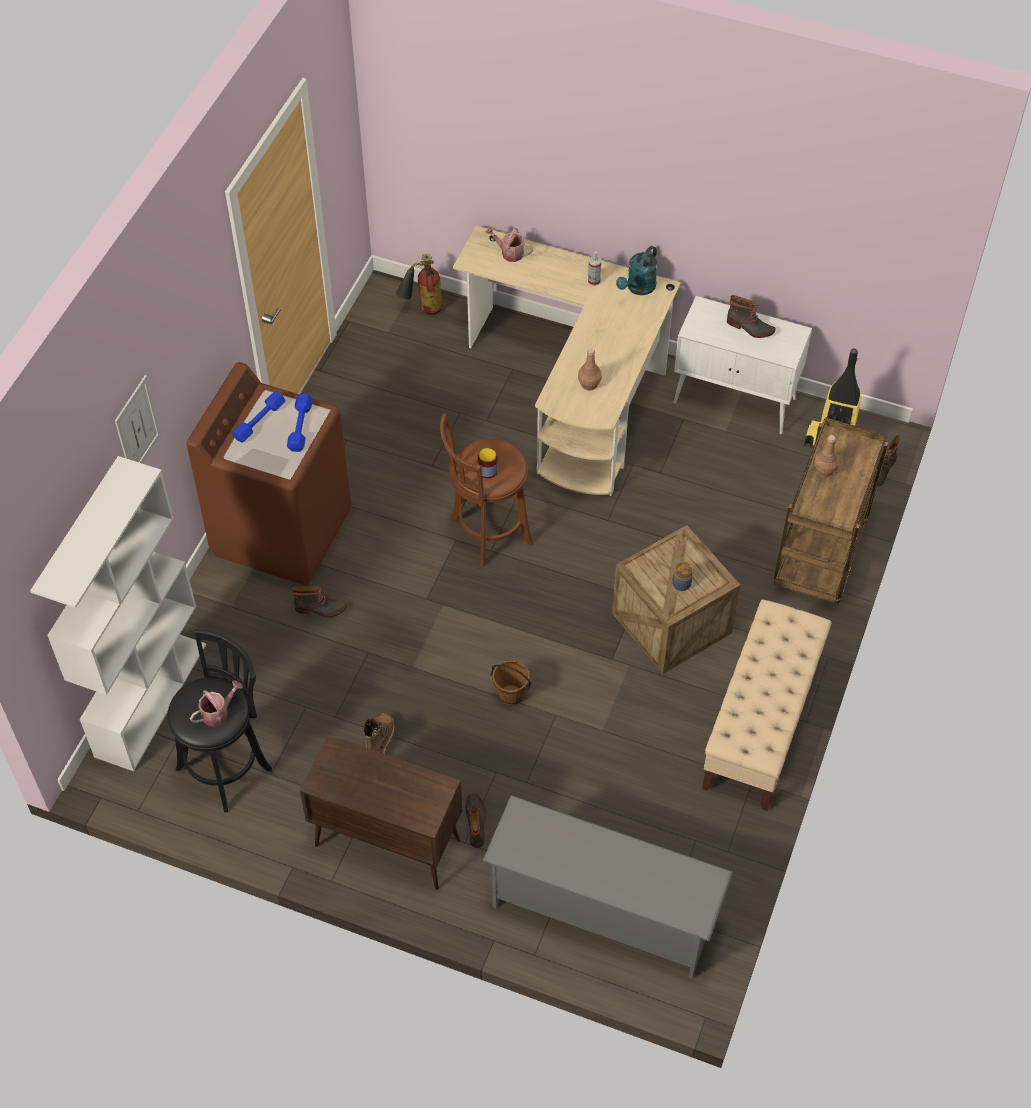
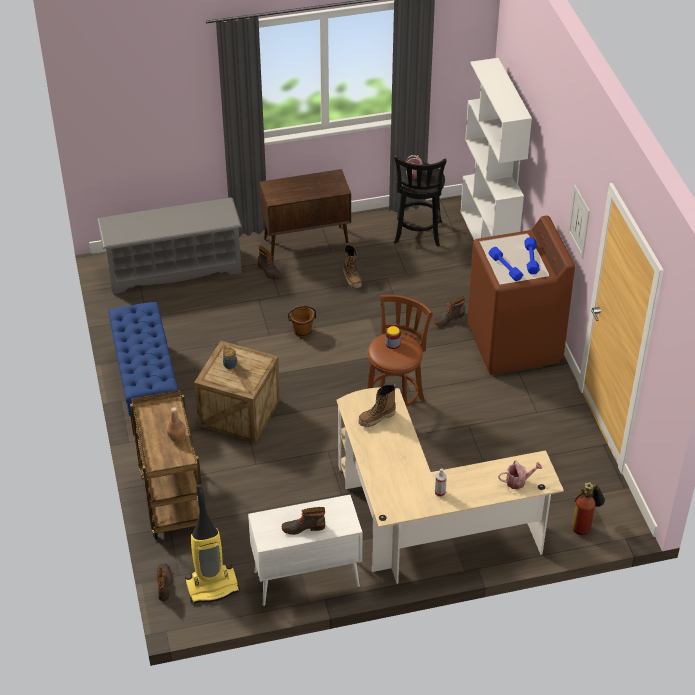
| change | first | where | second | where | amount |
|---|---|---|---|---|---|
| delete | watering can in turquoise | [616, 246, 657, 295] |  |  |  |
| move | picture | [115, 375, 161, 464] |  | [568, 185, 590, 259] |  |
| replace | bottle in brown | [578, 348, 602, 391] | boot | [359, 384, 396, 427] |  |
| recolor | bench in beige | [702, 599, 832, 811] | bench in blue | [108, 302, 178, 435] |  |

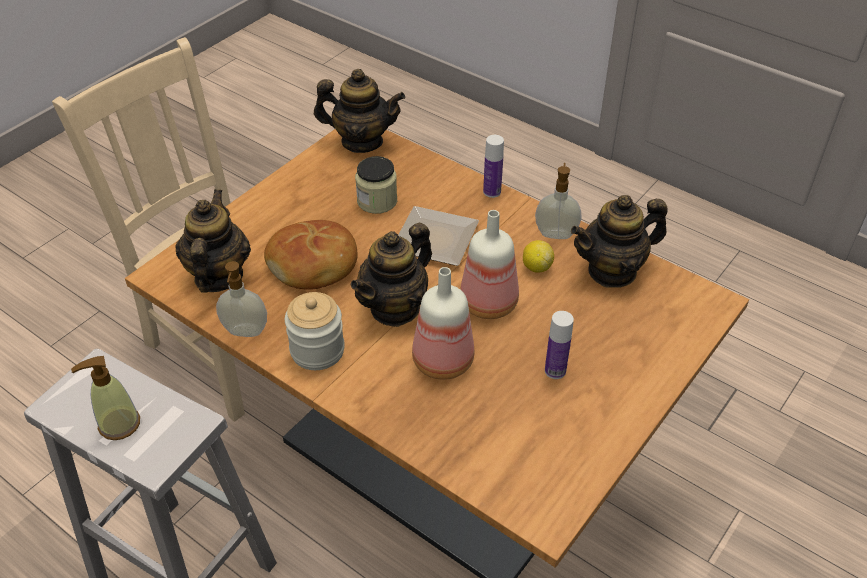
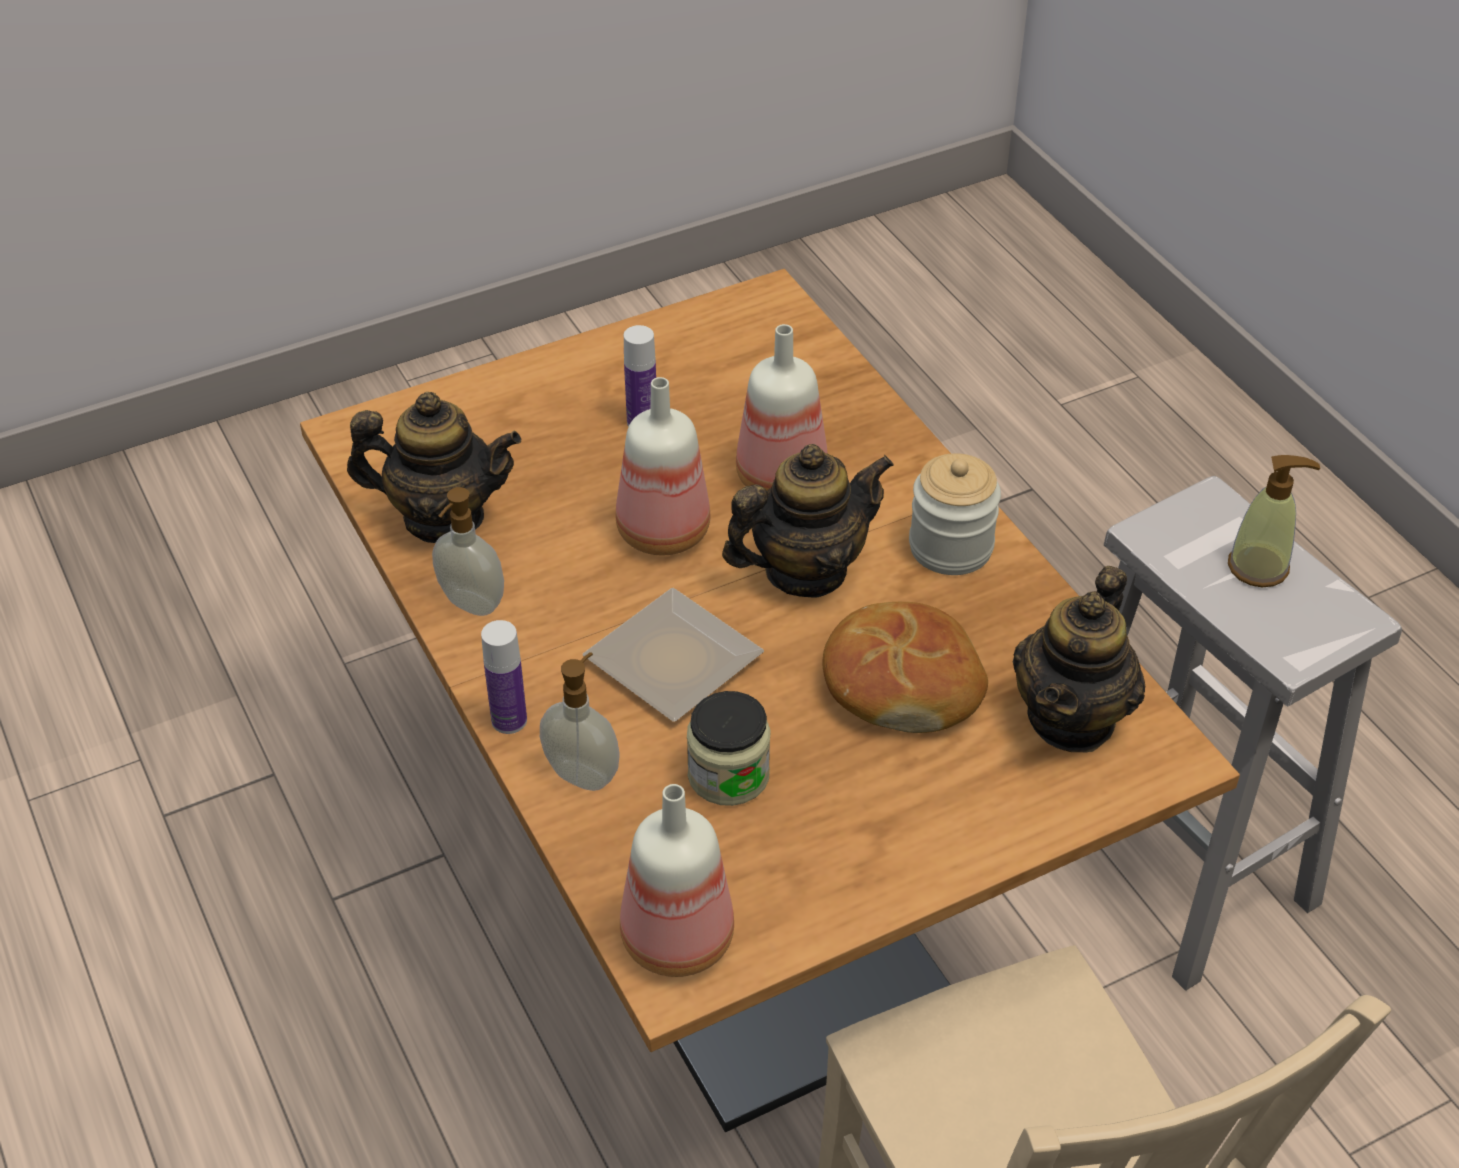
| change | first | where | second | where | amount |
|---|---|---|---|---|---|
| delete | lemon | [523, 240, 554, 273] |  |  |  |
| move | soap dispenser | [216, 261, 267, 337] |  | [540, 652, 620, 791] |  |
| replace | teapot | [314, 69, 405, 153] | bottle | [620, 784, 734, 977] |  |

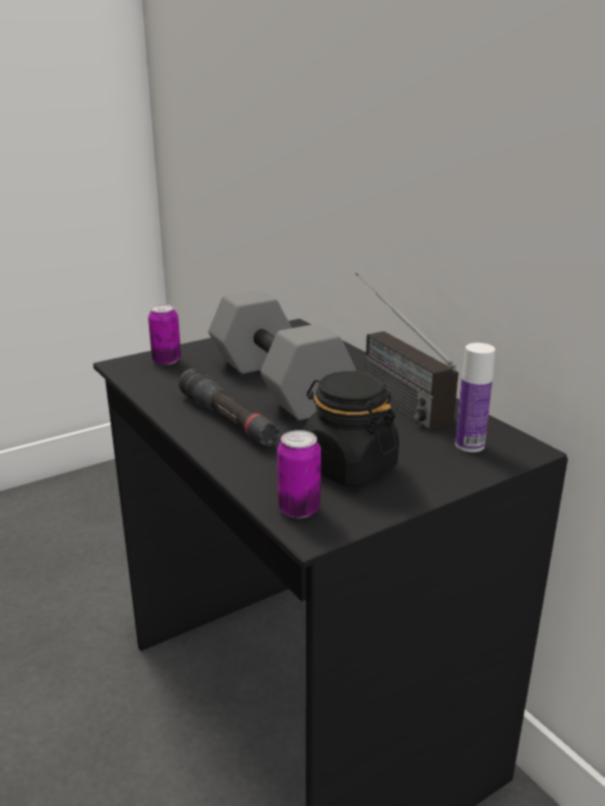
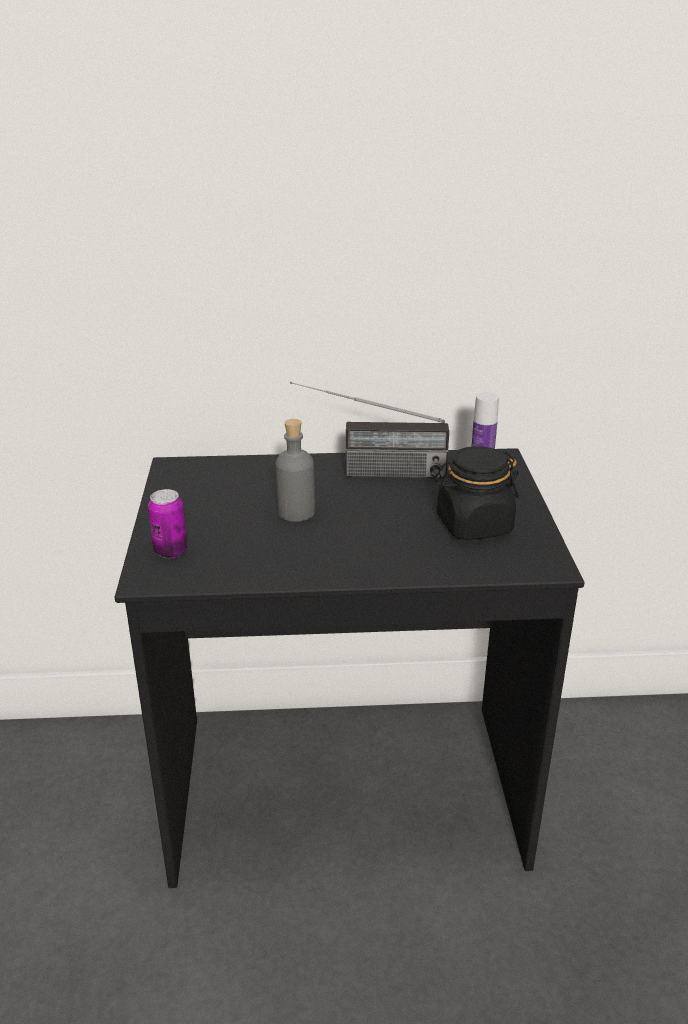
| change | first | where | second | where | amount |
|---|---|---|---|---|---|
| delete | flashlight in black | [178, 369, 280, 446] |  |  |  |
| delete | can | [277, 430, 321, 518] |  |  |  |
| replace | dumbbell in grey | [208, 290, 356, 420] | bottle in grey | [276, 419, 315, 522] |  |

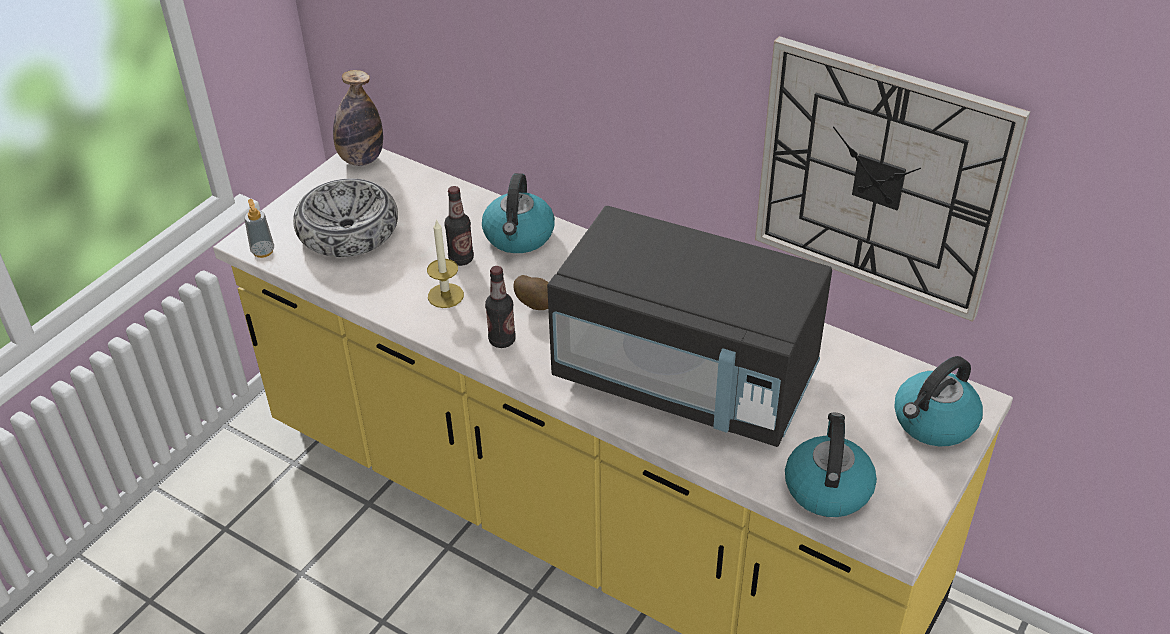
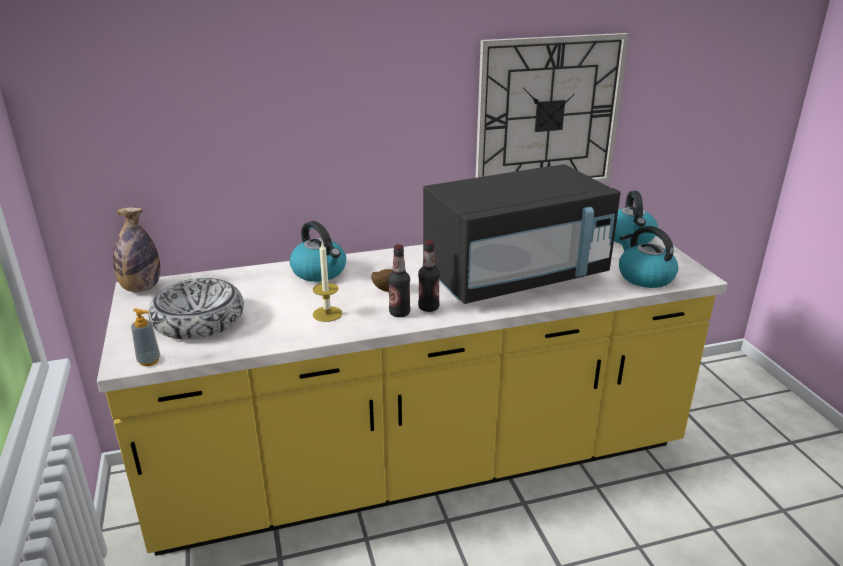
| change | first | where | second | where | amount |
|---|---|---|---|---|---|
| move | bottle | [444, 186, 474, 266] |  | [418, 240, 440, 312] |  |

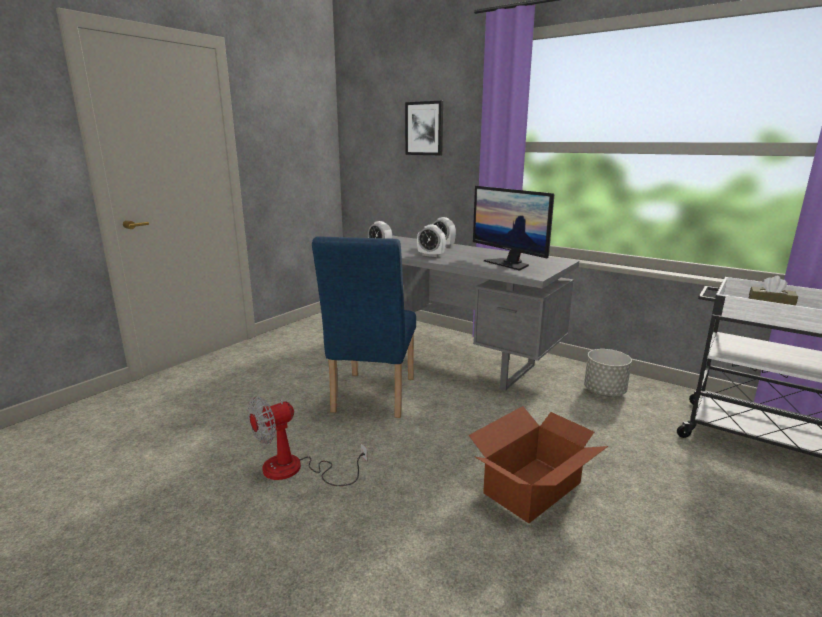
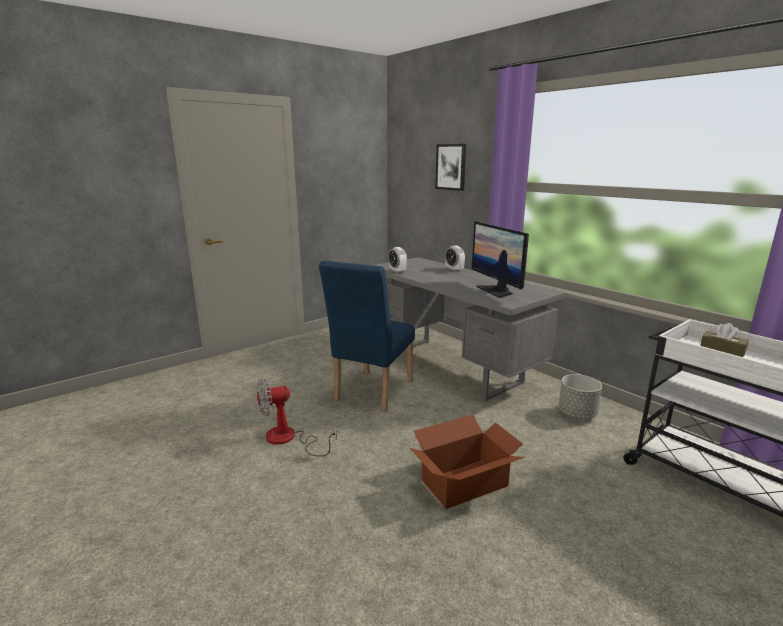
| change | first | where | second | where | amount |
|---|---|---|---|---|---|
| delete | alarm clock | [417, 225, 446, 257] |  |  |  |

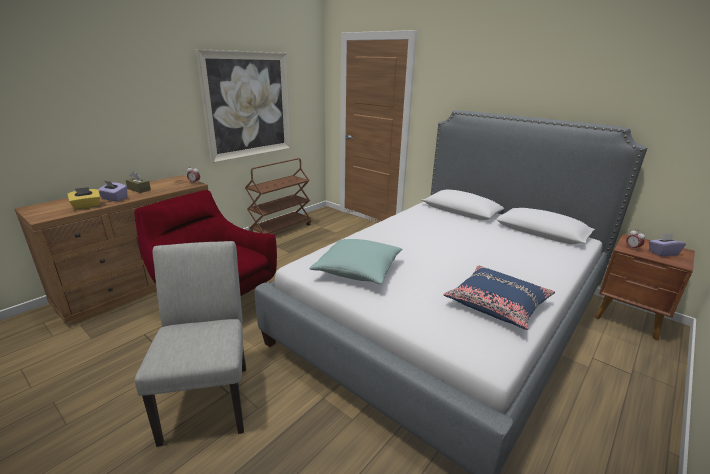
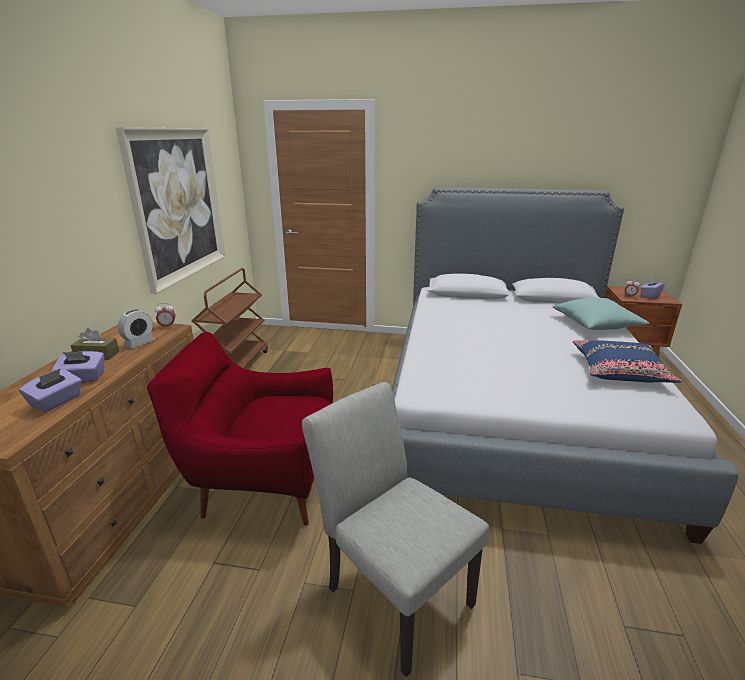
| change | first | where | second | where | amount |
|---|---|---|---|---|---|
| insert |  |  | alarm clock | [118, 309, 155, 348] |  |
| move | pillow in turquoise | [310, 239, 403, 284] |  | [552, 298, 649, 330] |  |
| recolor | tissue box in yellow | [67, 187, 100, 210] | tissue box in purple | [19, 369, 82, 412] |  |

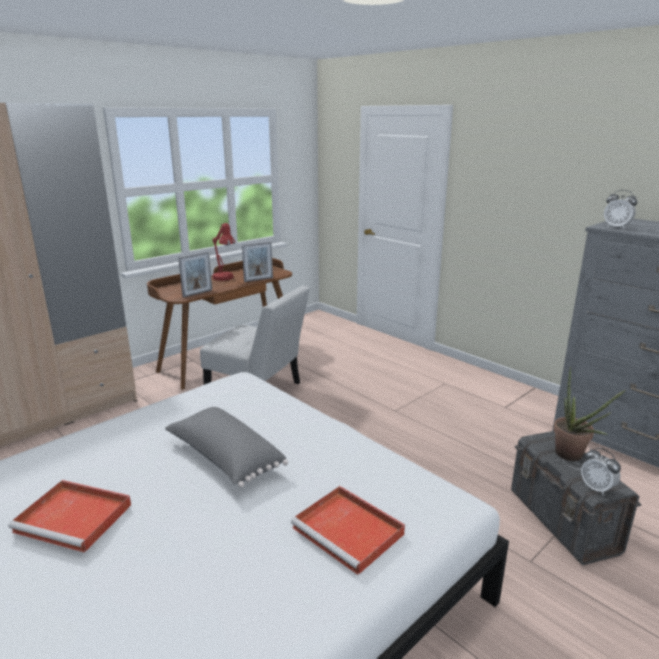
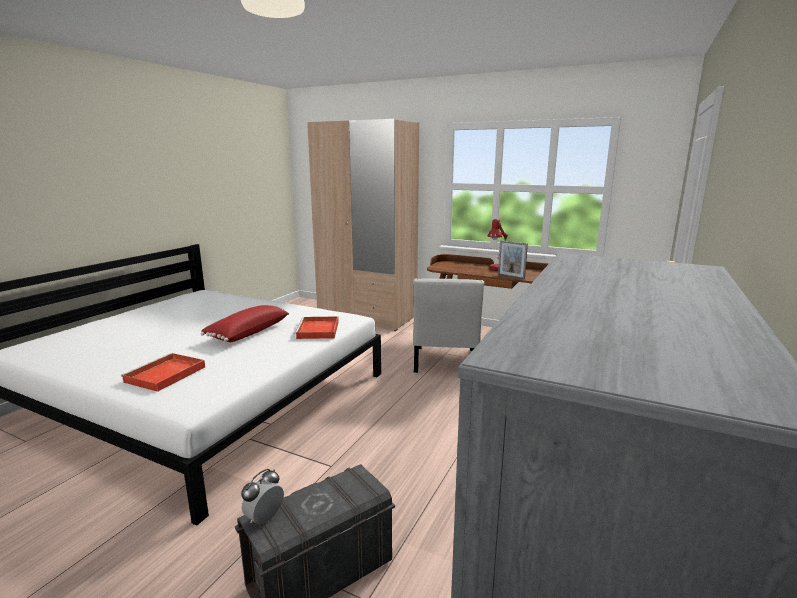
| change | first | where | second | where | amount |
|---|---|---|---|---|---|
| delete | picture frame | [178, 252, 212, 298] |  |  |  |
| delete | potted plant | [553, 367, 626, 461] |  |  |  |
| delete | alarm clock | [604, 190, 637, 229] |  |  |  |
| move | tray in red | [8, 480, 131, 553] |  | [294, 316, 339, 339] |  |
| recolor | pillow in grey | [165, 407, 288, 488] | pillow in red | [200, 305, 289, 342] |  |

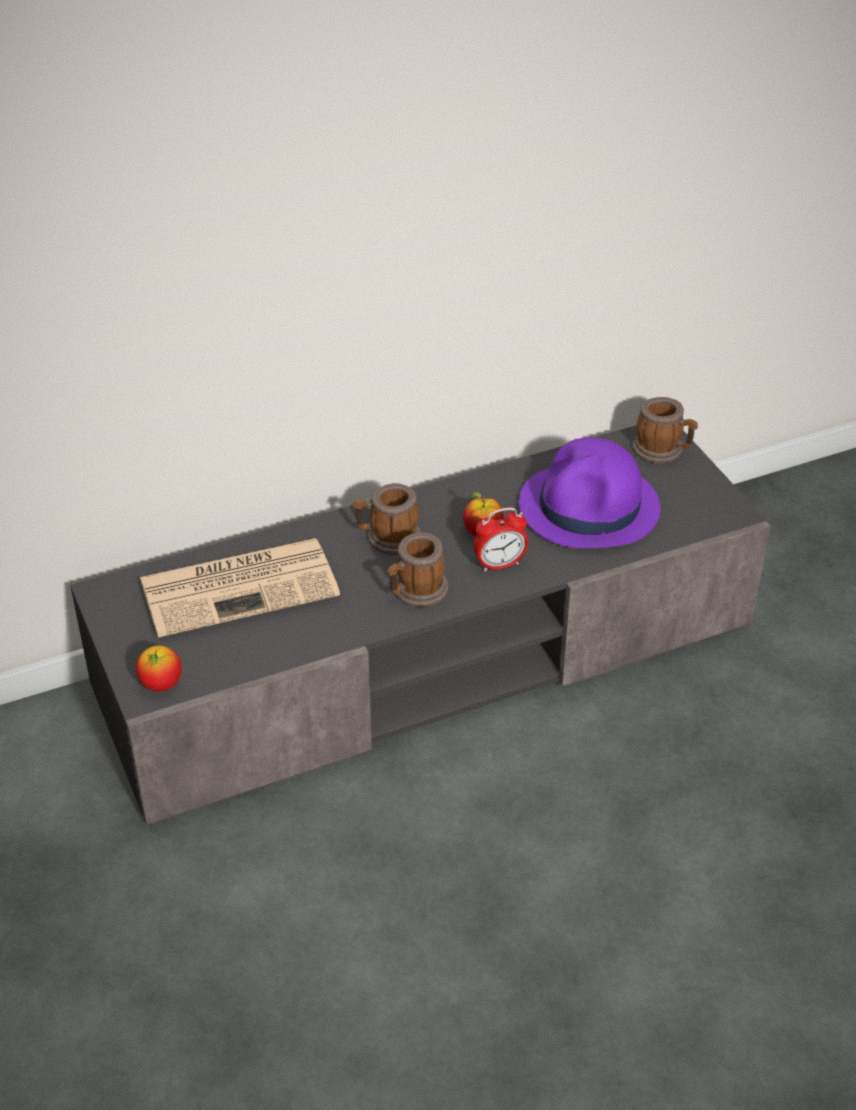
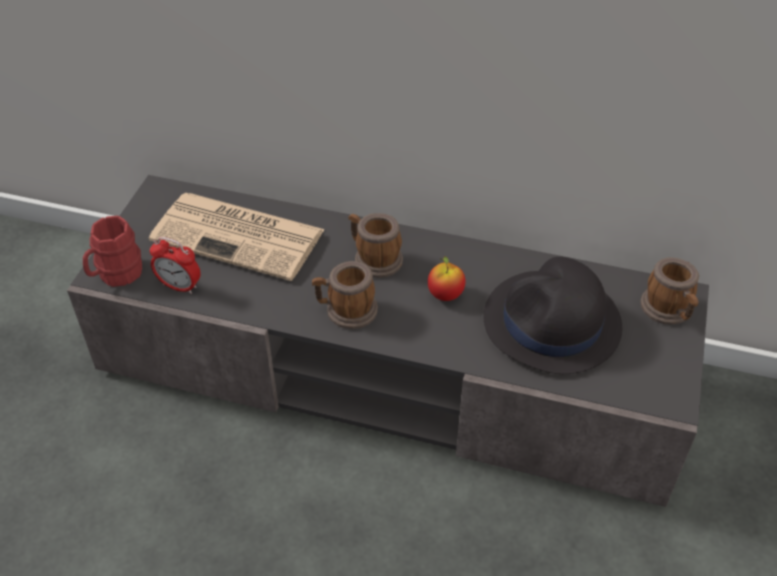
| change | first | where | second | where | amount |
|---|---|---|---|---|---|
| move | alarm clock | [473, 508, 529, 572] |  | [150, 237, 201, 294] |  |
| replace | apple | [136, 645, 182, 692] | mug in red | [83, 216, 142, 287] |  |
| recolor | hat in purple | [519, 437, 660, 548] | hat in black | [484, 257, 622, 374] |  |

